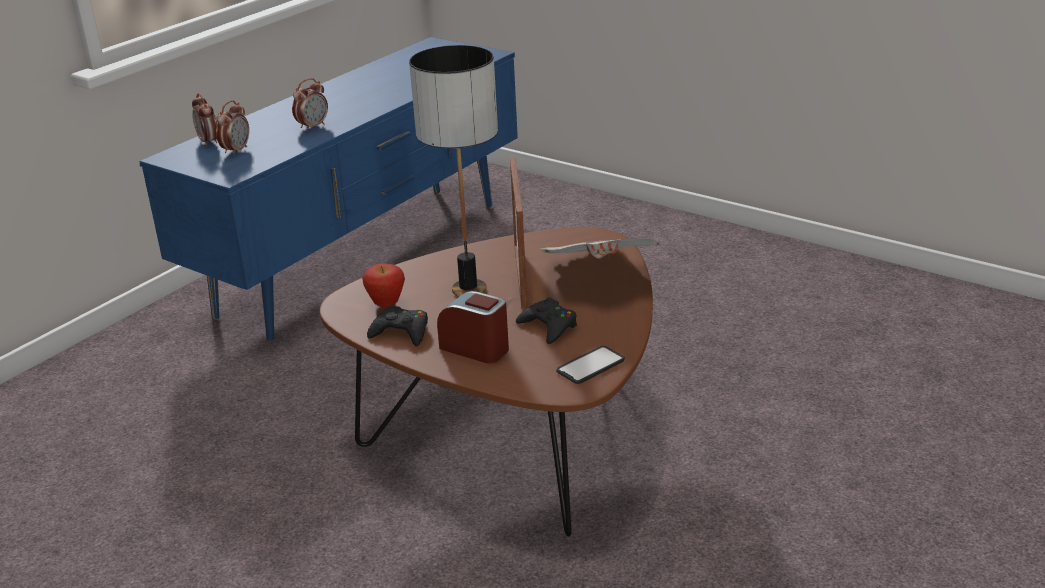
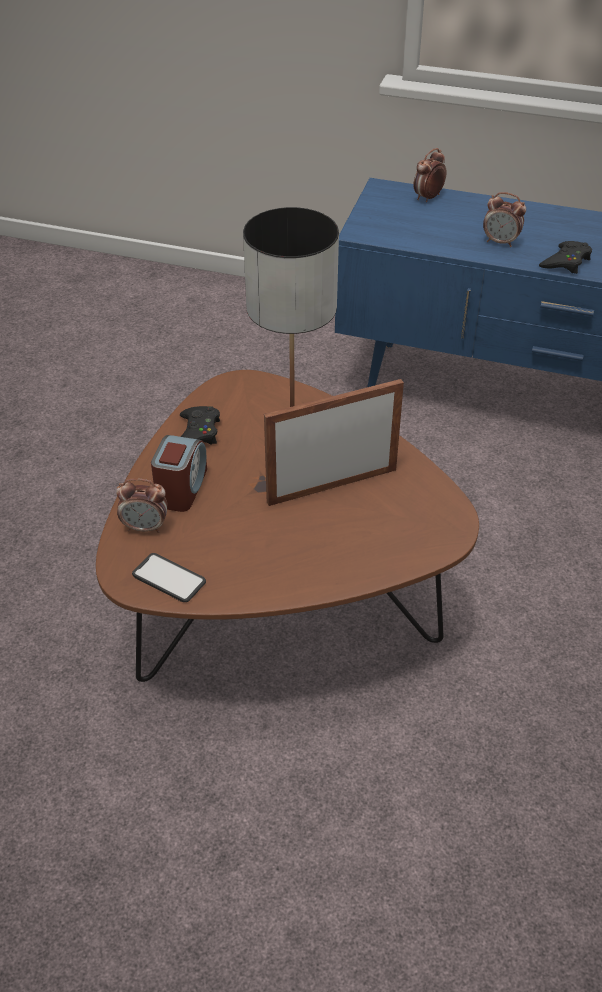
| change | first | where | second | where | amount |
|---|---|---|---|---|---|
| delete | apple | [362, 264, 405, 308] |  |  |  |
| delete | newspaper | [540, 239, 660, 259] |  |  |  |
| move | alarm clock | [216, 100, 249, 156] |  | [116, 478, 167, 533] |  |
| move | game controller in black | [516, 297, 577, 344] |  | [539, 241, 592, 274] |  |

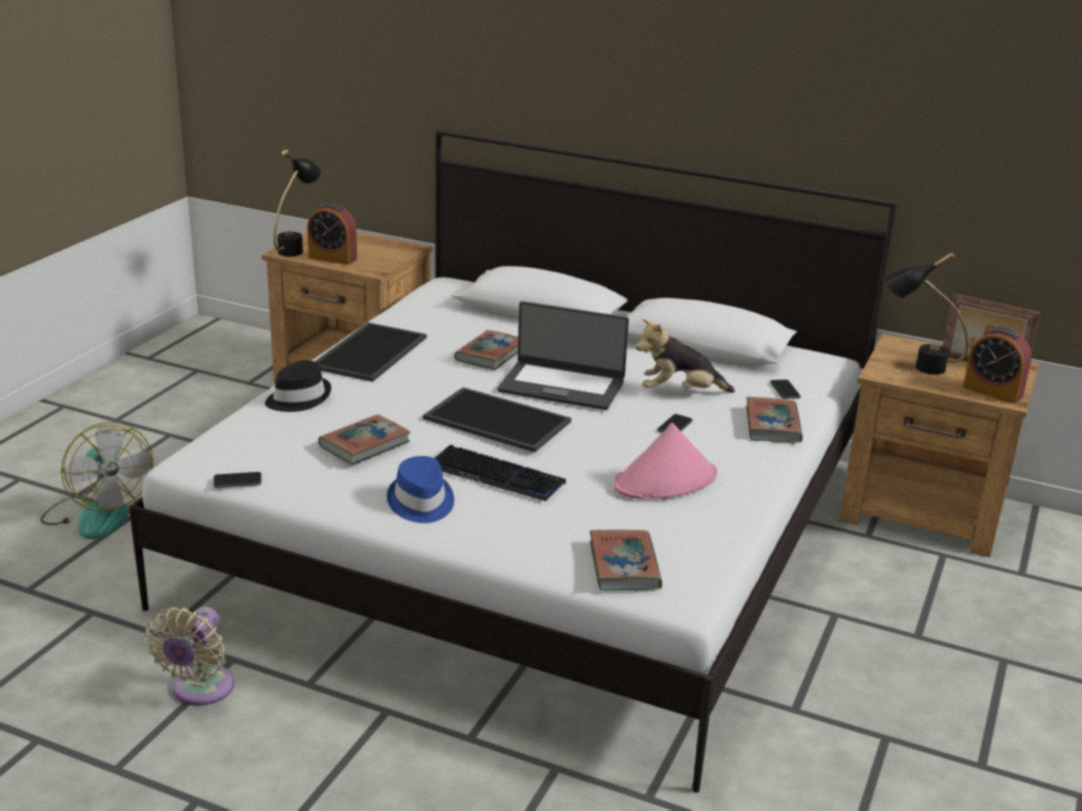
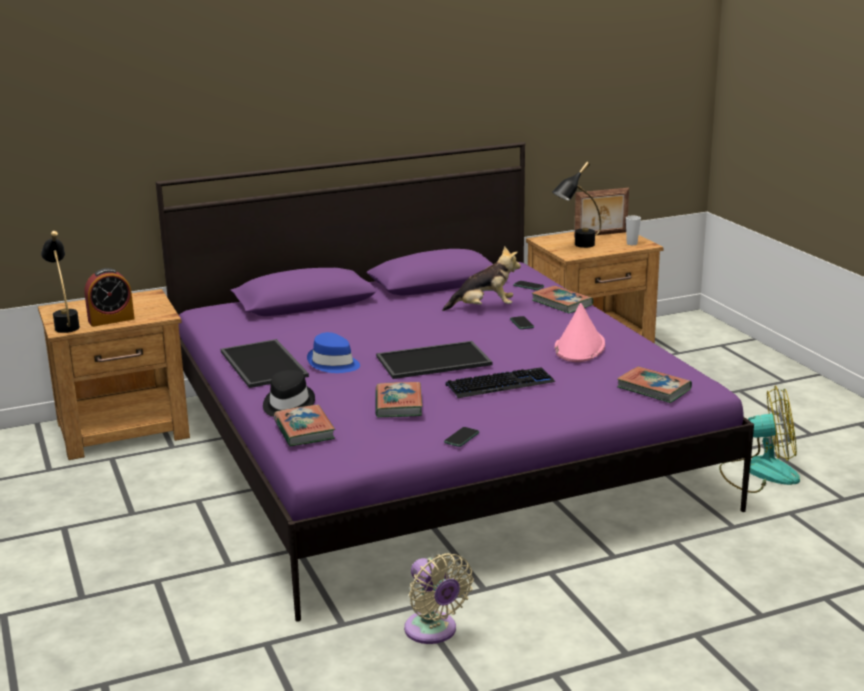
| change | first | where | second | where | amount |
|---|---|---|---|---|---|
| delete | laptop | [497, 301, 629, 410] |  |  |  |
| move | fan | [40, 422, 153, 539] |  | [719, 385, 800, 493] |  |
| move | phone | [213, 472, 262, 488] |  | [444, 427, 479, 447] |  |
| move | hat in blue | [387, 456, 454, 523] |  | [307, 332, 360, 373] |  |
| move | book | [454, 330, 518, 370] |  | [274, 405, 335, 446] |  |
| replace | alarm clock | [963, 327, 1031, 404] | cup | [626, 216, 641, 245] |  |
| recolor | bed in white | [129, 128, 899, 793] | bed in purple | [156, 142, 754, 622] |  |
| rotate | plush toy | [636, 319, 735, 393] |  | [442, 246, 521, 311] | 135 degrees counterclockwise |

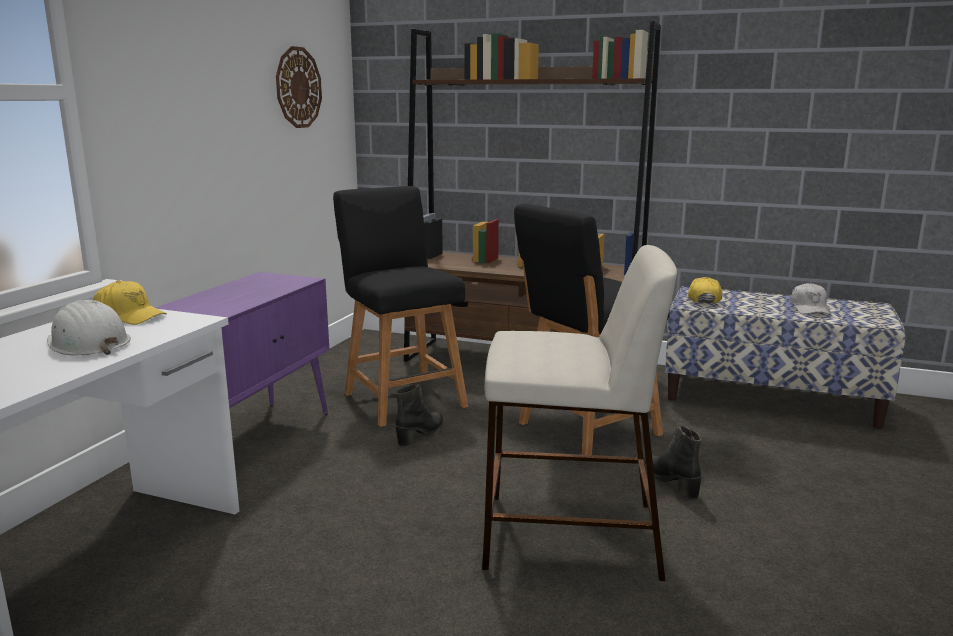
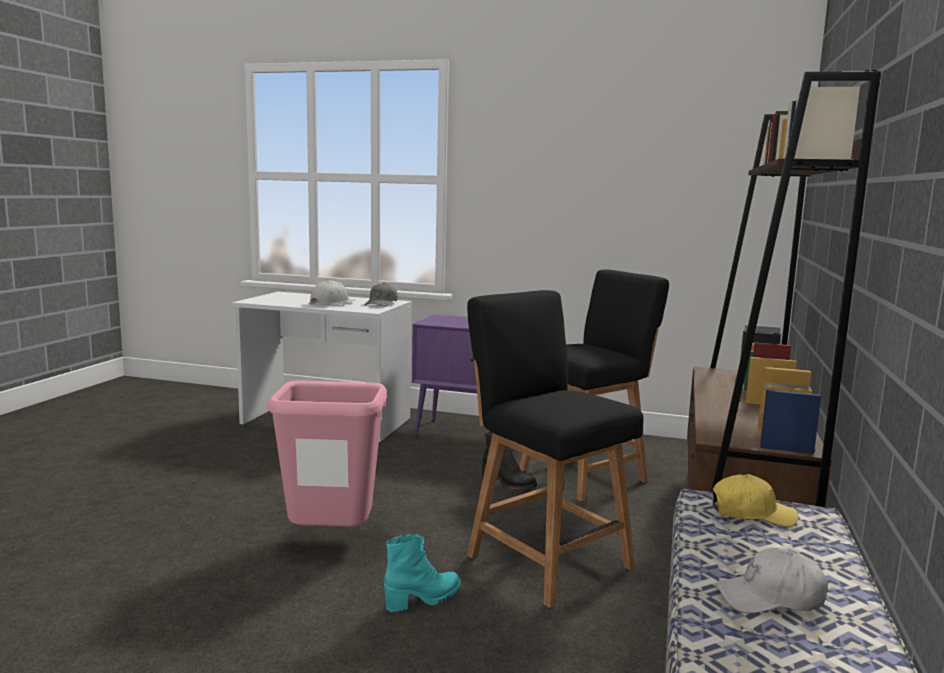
| change | first | where | second | where | amount |
|---|---|---|---|---|---|
| delete | wall clock | [276, 46, 322, 128] |  |  |  |
| replace | stool in beige | [482, 245, 677, 581] | trash can in pink | [267, 381, 387, 527] |  |
| recolor | cap in yellow | [93, 280, 167, 325] | cap in grey | [365, 283, 398, 307] |  |
| recolor | boot in black | [644, 426, 701, 499] | boot in turquoise | [384, 534, 461, 612] |  |

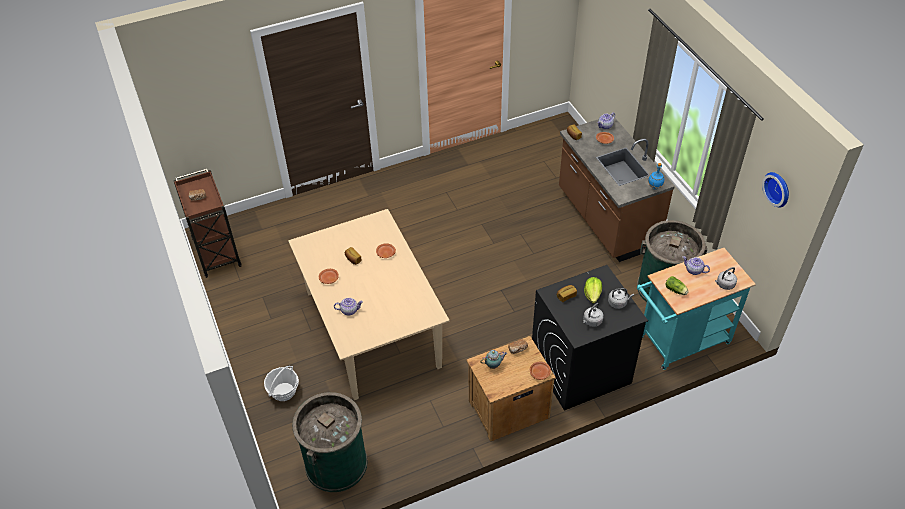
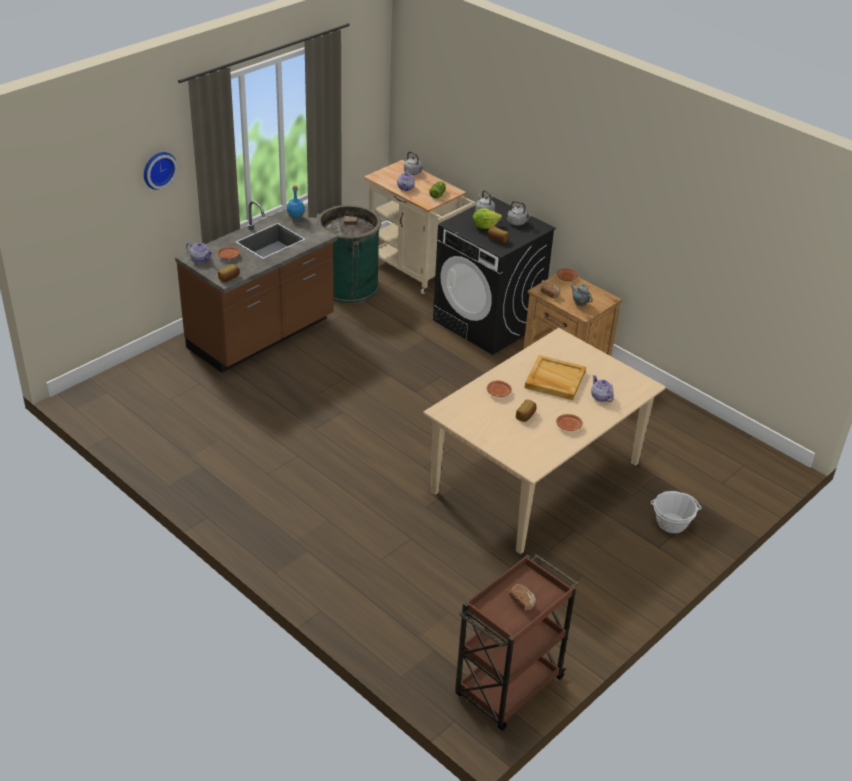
| change | first | where | second | where | amount |
|---|---|---|---|---|---|
| delete | trash can in green | [292, 392, 368, 492] |  |  |  |
| insert |  |  | tray in beige | [525, 355, 586, 400] |  |
| move | wall clock | [762, 172, 789, 208] |  | [144, 152, 178, 190] |  |
| recolor | cart in turquoise | [637, 248, 756, 370] | cart in beige | [364, 160, 475, 294] |  |

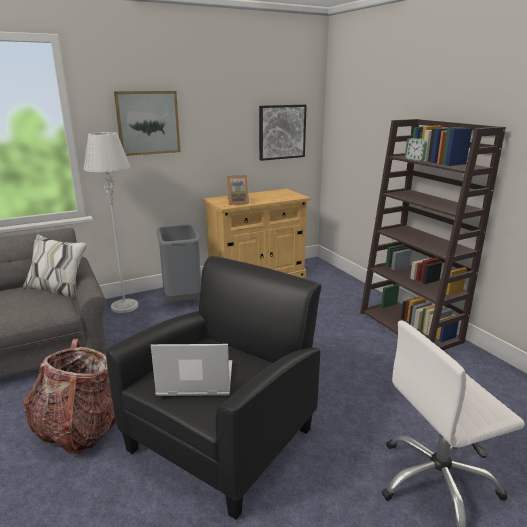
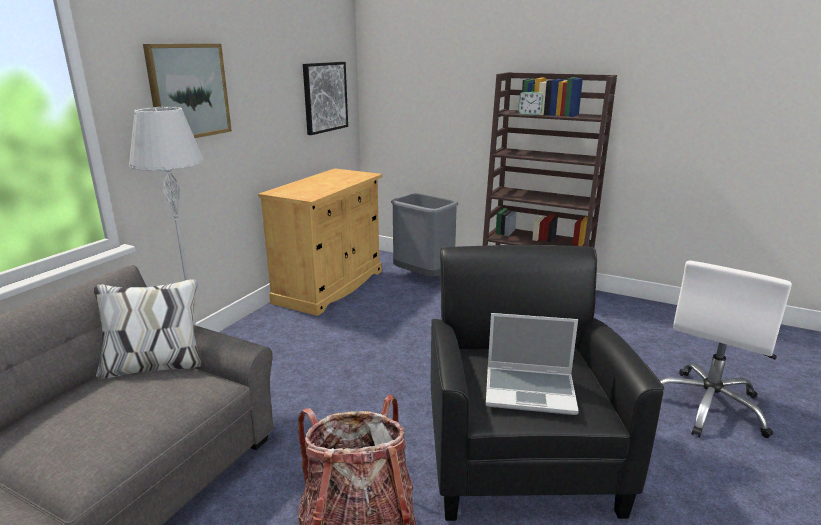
| change | first | where | second | where | amount |
|---|---|---|---|---|---|
| delete | picture frame | [227, 175, 249, 205] |  |  |  |
| move | trash can in grey | [157, 225, 201, 302] |  | [391, 193, 458, 277] |  |
| rotate | laptop | [151, 344, 232, 396] |  | [486, 313, 579, 415] | 135 degrees counterclockwise |

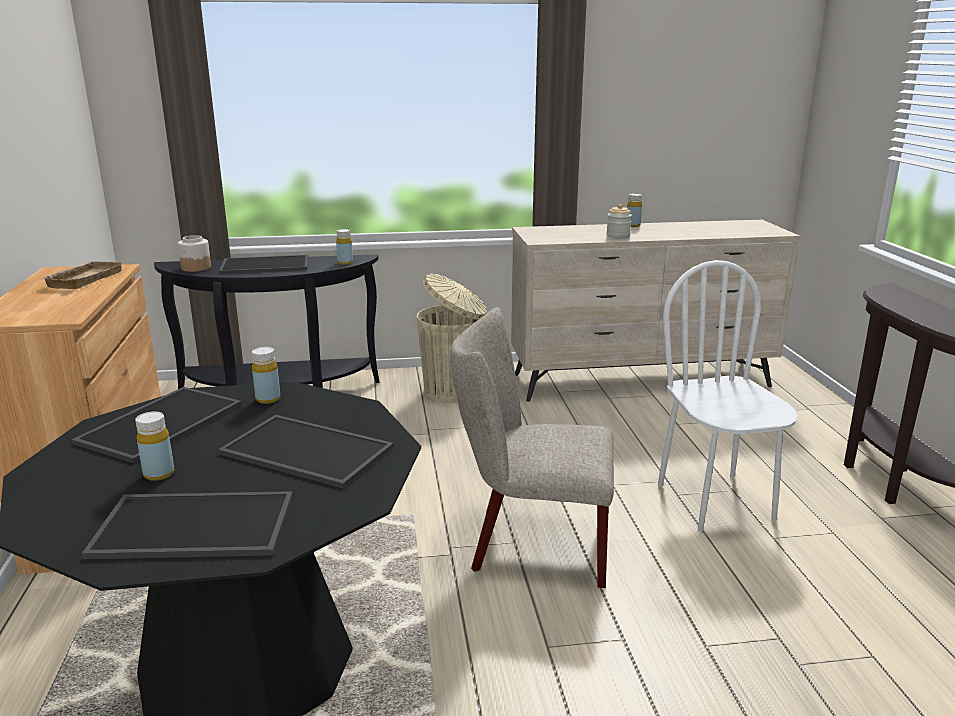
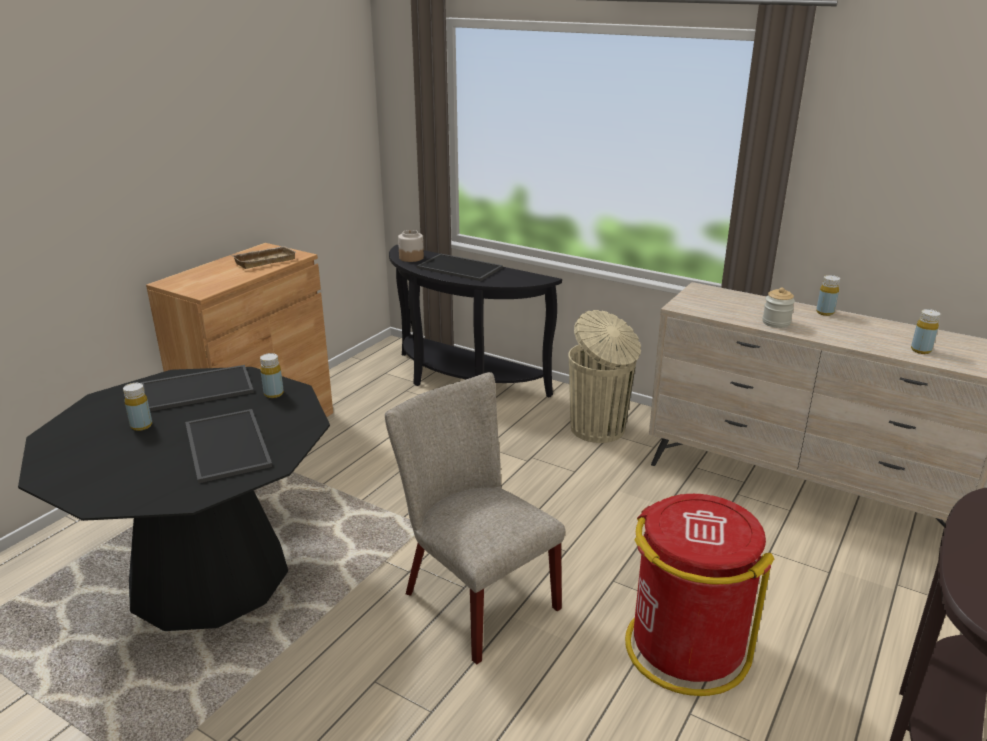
| change | first | where | second | where | amount |
|---|---|---|---|---|---|
| delete | tray | [82, 491, 293, 559] |  |  |  |
| move | bottle in yellow | [336, 229, 353, 265] |  | [911, 309, 940, 354] |  |
| replace | chair in white | [658, 260, 798, 532] | trash can in red | [625, 494, 774, 696] |  |

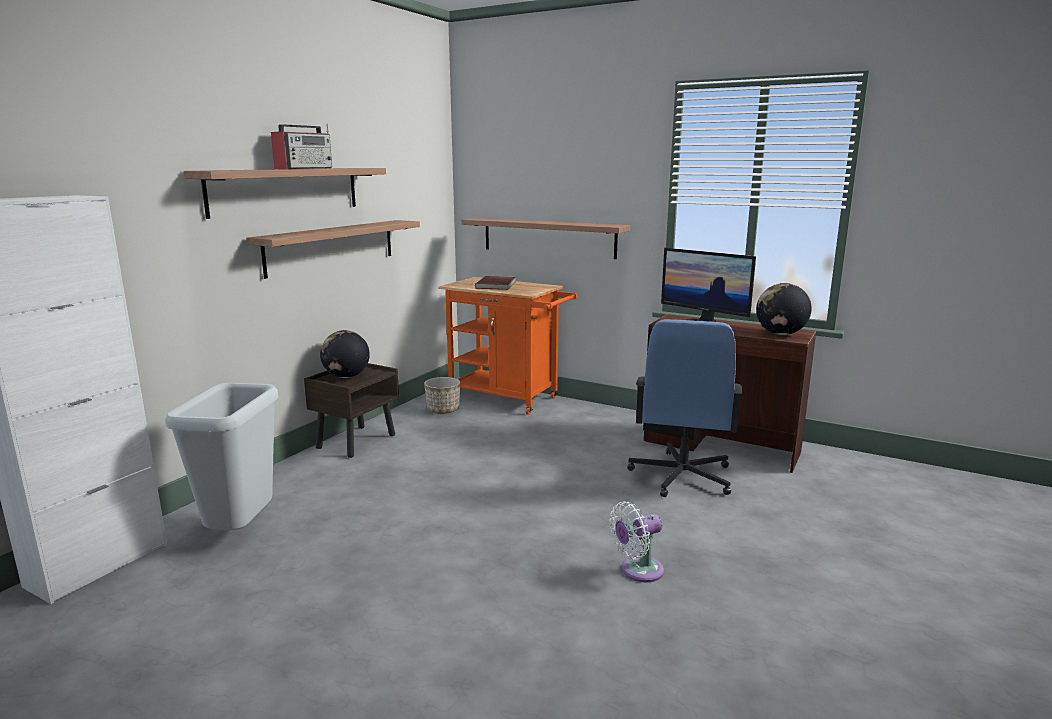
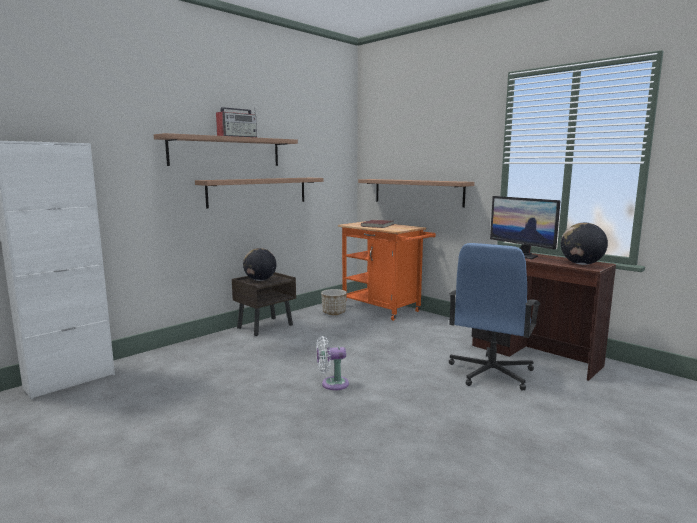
| change | first | where | second | where | amount |
|---|---|---|---|---|---|
| delete | trash can in grey | [165, 383, 278, 530] |  |  |  |
| move | fan in white | [610, 501, 664, 582] |  | [316, 336, 349, 390] |  |

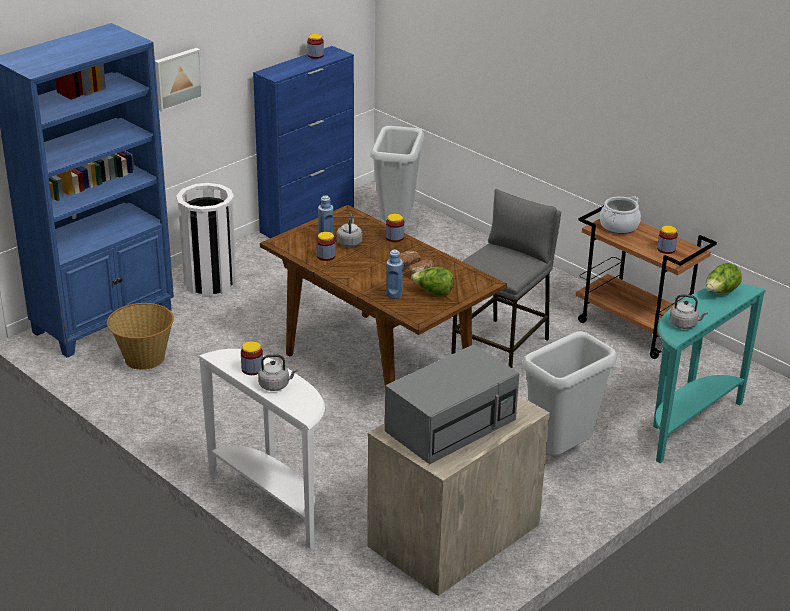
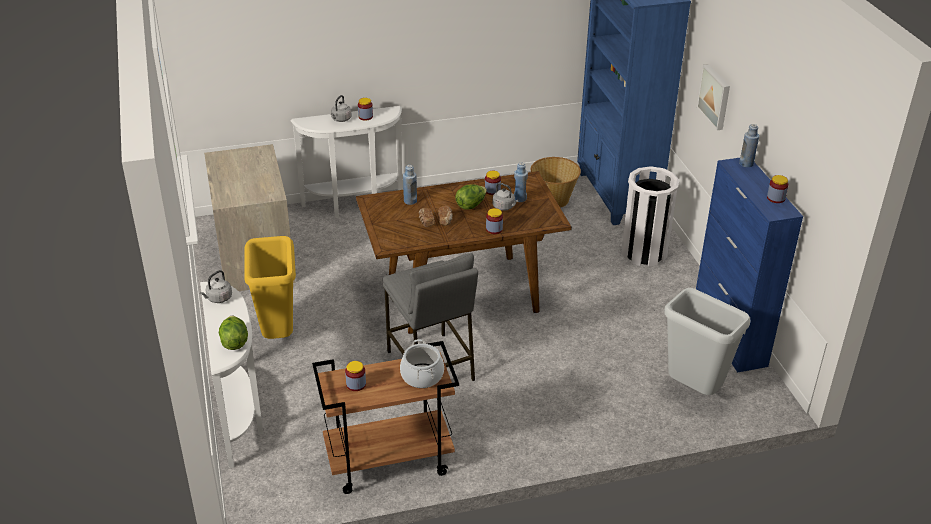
| change | first | where | second | where | amount |
|---|---|---|---|---|---|
| delete | microwave in grey | [385, 344, 519, 464] |  |  |  |
| insert |  |  | bottle in blue | [739, 124, 759, 167] |  |
| move | lettuce | [411, 267, 454, 296] |  | [455, 184, 487, 210] |  |
| recolor | trash can in grey | [522, 331, 617, 455] | trash can in yellow | [244, 236, 296, 339] |  |
| recolor | console table in turquoise | [653, 284, 766, 463] | console table in white | [200, 282, 263, 469] |  |

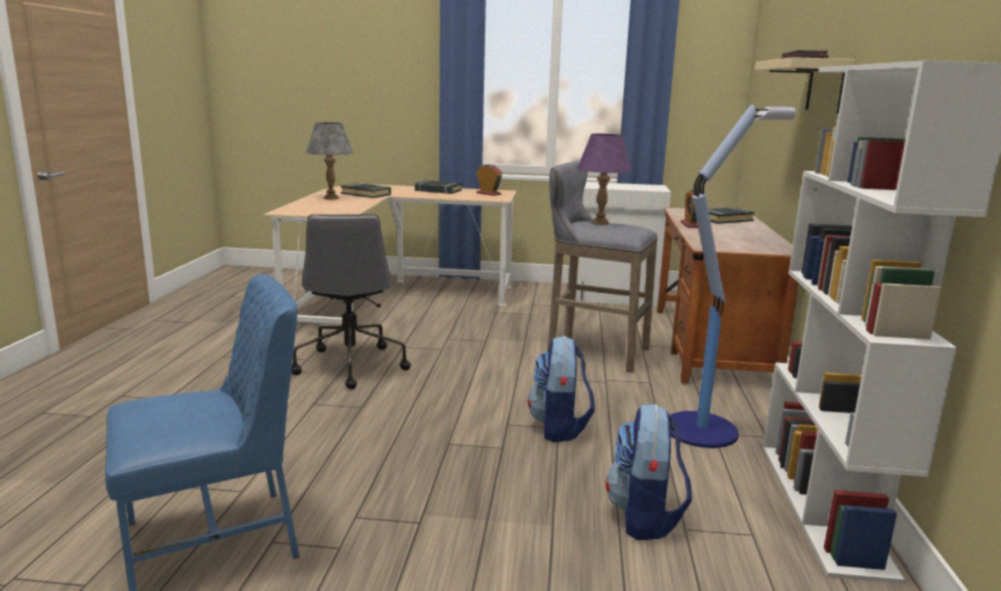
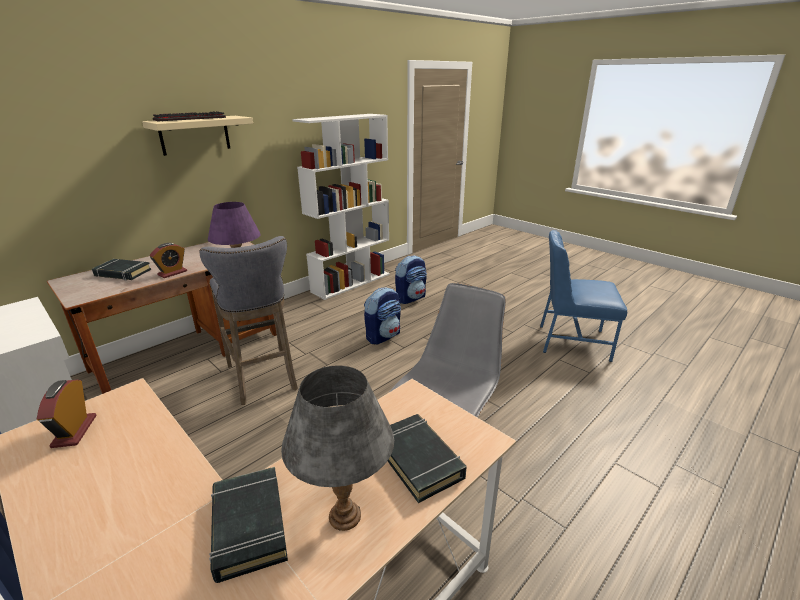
| change | first | where | second | where | amount |
|---|---|---|---|---|---|
| delete | floor lamp | [670, 104, 796, 448] |  |  |  |
| move | book in black | [415, 180, 462, 194] |  | [388, 414, 467, 503] |  |

